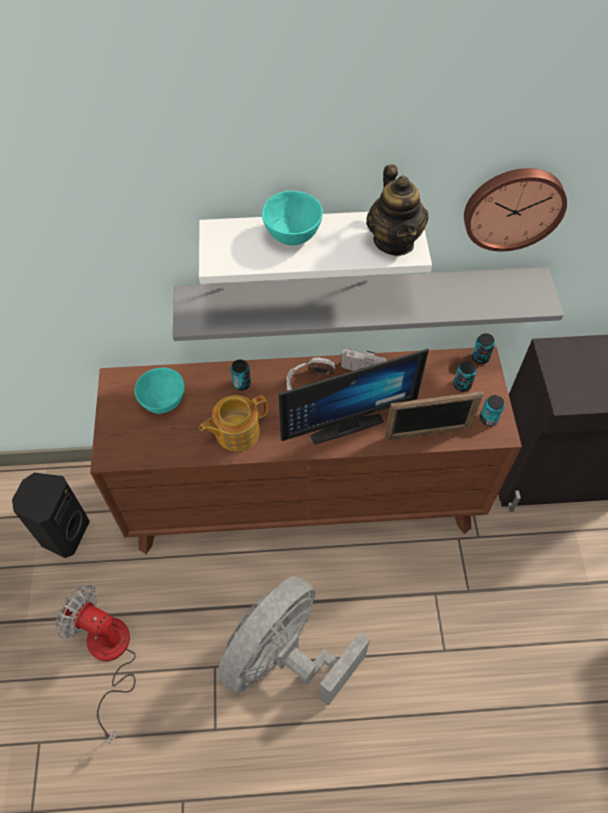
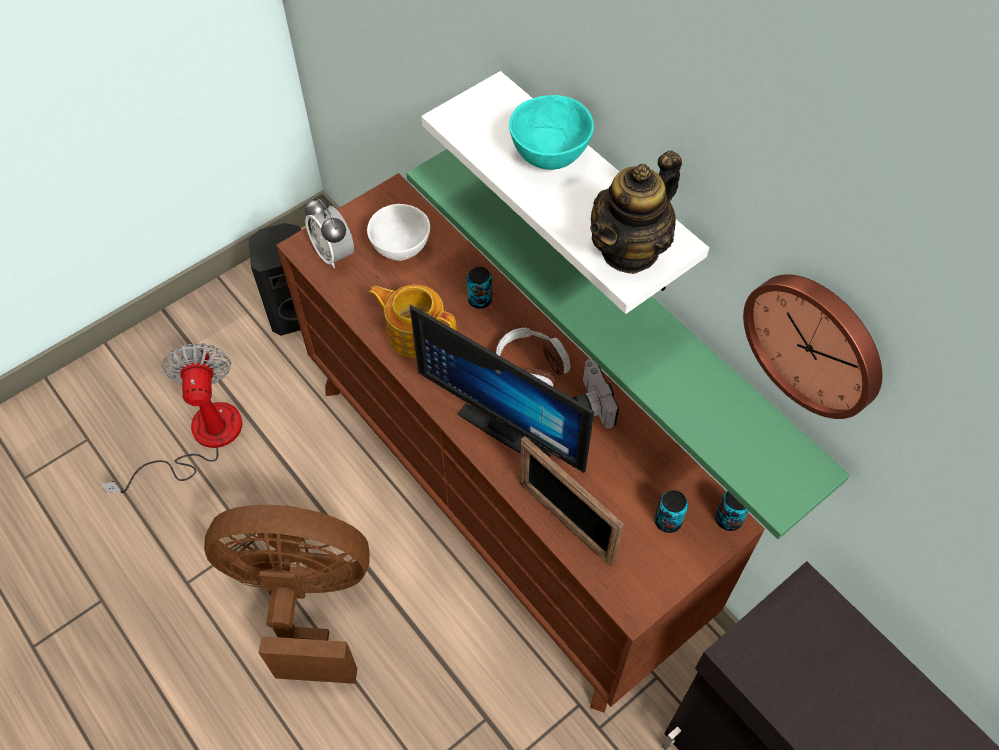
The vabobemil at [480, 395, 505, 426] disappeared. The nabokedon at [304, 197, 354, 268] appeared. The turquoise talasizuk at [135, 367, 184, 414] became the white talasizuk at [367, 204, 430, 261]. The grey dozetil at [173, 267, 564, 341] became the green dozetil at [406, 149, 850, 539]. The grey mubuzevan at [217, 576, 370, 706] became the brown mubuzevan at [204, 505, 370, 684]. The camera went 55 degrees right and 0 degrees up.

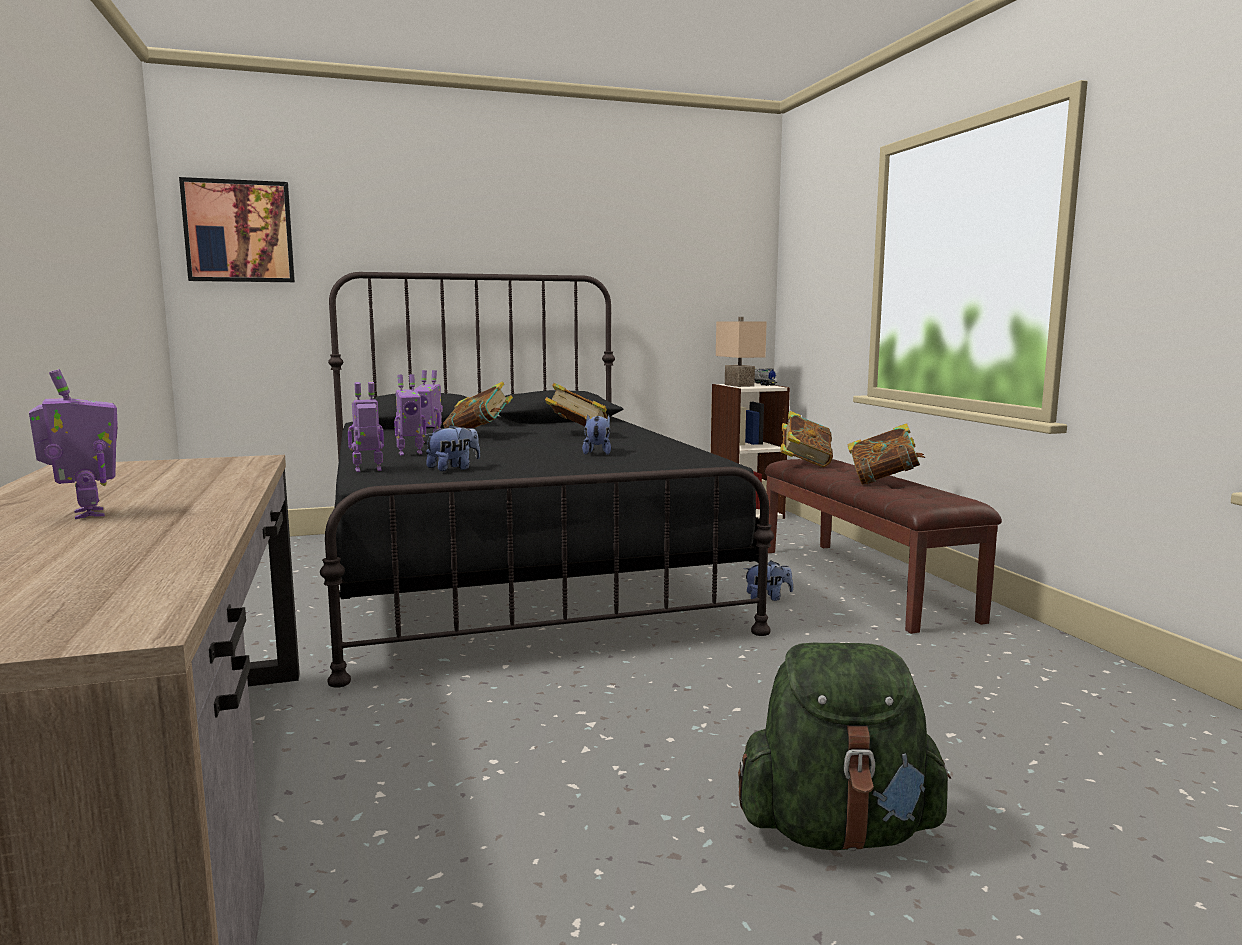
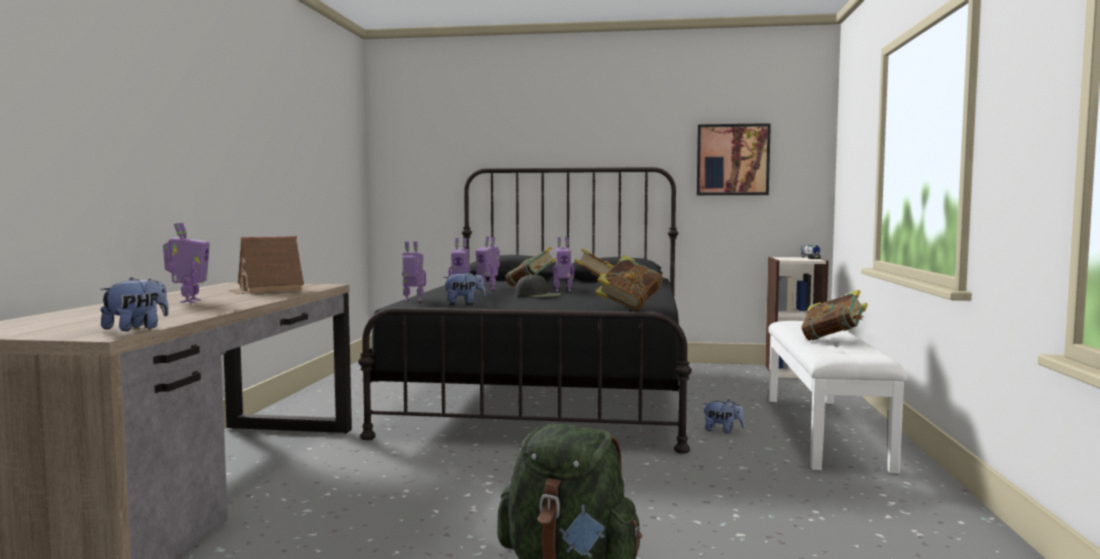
The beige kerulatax at [716, 317, 767, 387] disappeared. The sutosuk at [229, 236, 304, 294] appeared. The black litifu at [516, 274, 561, 297] appeared. The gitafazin at [553, 237, 574, 292] appeared. The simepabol moved from [179, 177, 295, 282] to [697, 123, 771, 195]. The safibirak moved from [582, 414, 611, 455] to [100, 277, 169, 331]. The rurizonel moved from [781, 411, 833, 467] to [595, 255, 663, 310]. The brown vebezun at [765, 459, 1002, 634] became the white vebezun at [768, 321, 908, 474]. The camera went 25 degrees right and 5 degrees down.

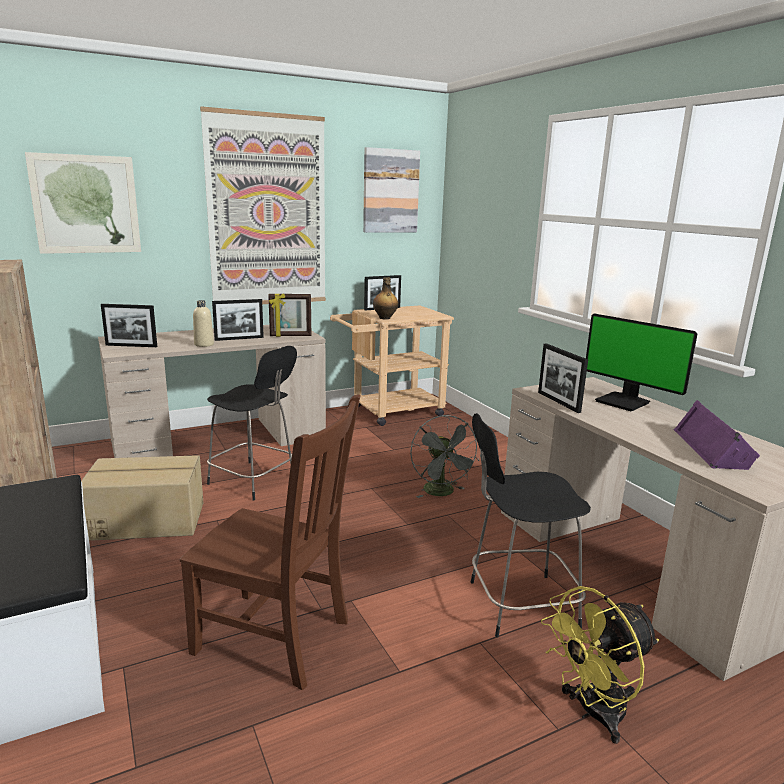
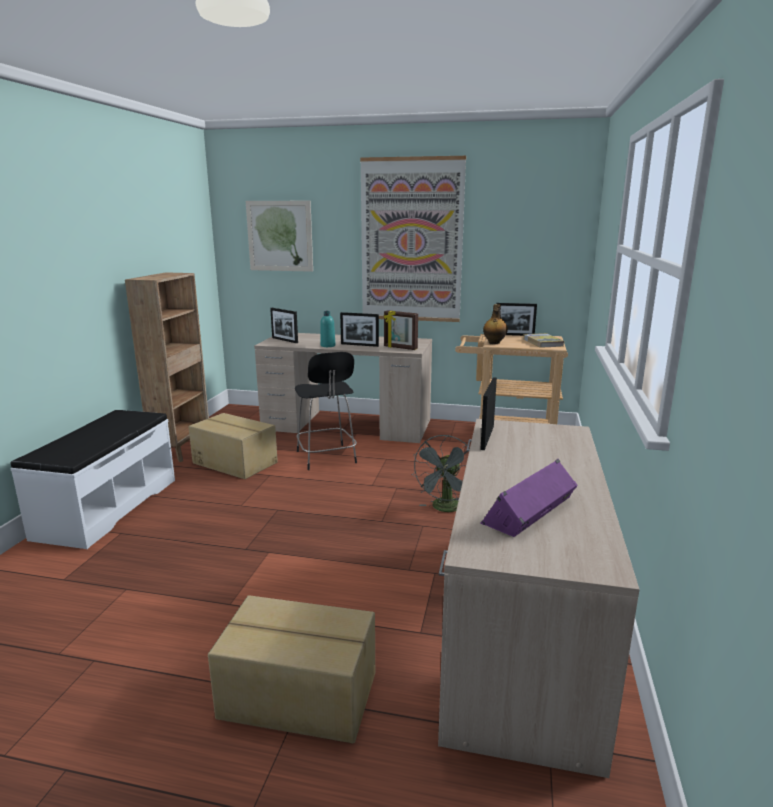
The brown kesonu at [180, 394, 361, 690] disappeared. The simepabol at [363, 147, 420, 233] disappeared. The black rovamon at [471, 413, 591, 637] disappeared. The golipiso at [586, 314, 697, 411] disappeared. The rurizonel at [523, 333, 564, 348] appeared. The yellow mubuzevan at [541, 586, 659, 744] was replaced by the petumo at [208, 595, 375, 743]. The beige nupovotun at [193, 300, 214, 347] became the turquoise nupovotun at [320, 311, 335, 347]. The camera went 40 degrees right and 0 degrees up.

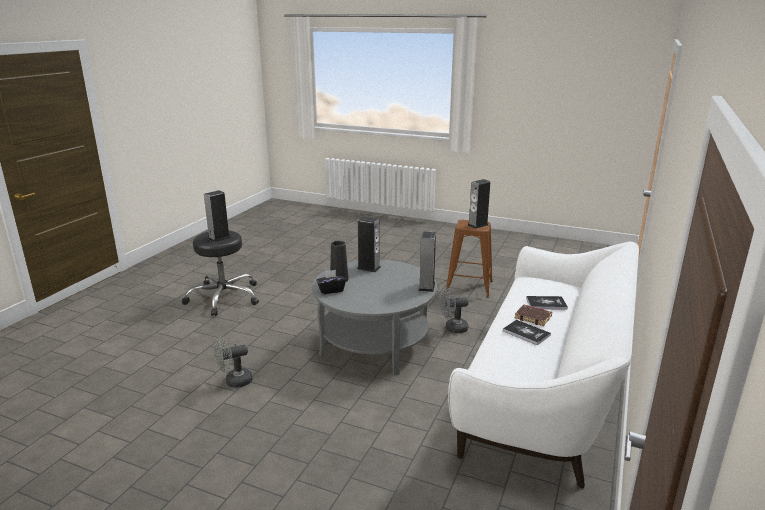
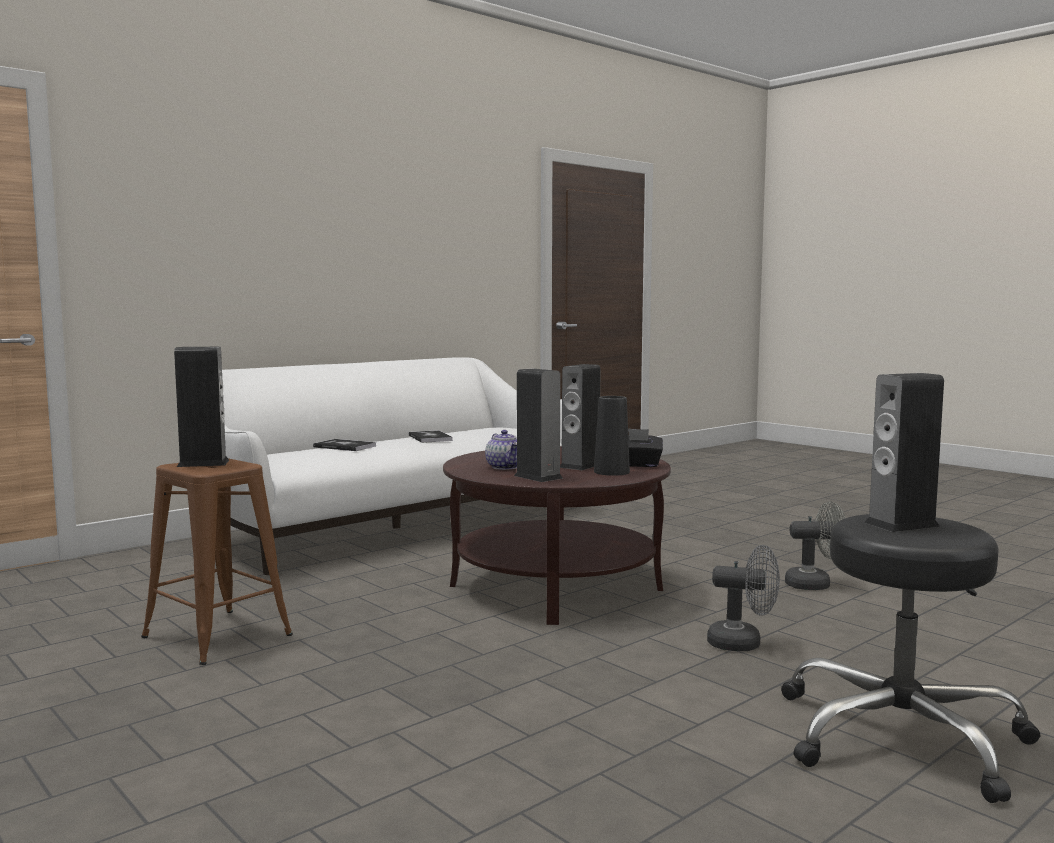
The brown rurizonel at [515, 305, 552, 326] disappeared. The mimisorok at [485, 430, 517, 470] appeared. The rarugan moved from [419, 231, 436, 292] to [560, 364, 601, 470]. The grey mubuzevan moved from [440, 288, 469, 333] to [707, 545, 780, 651]. The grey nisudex at [312, 260, 437, 376] became the brown nisudex at [443, 446, 671, 625]. The camera went 155 degrees left and 15 degrees down.

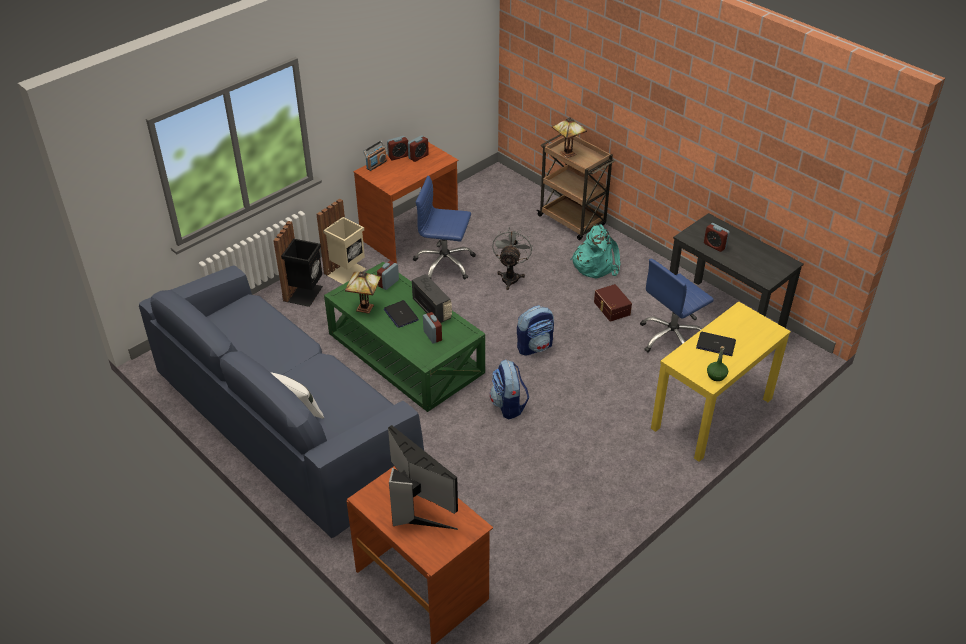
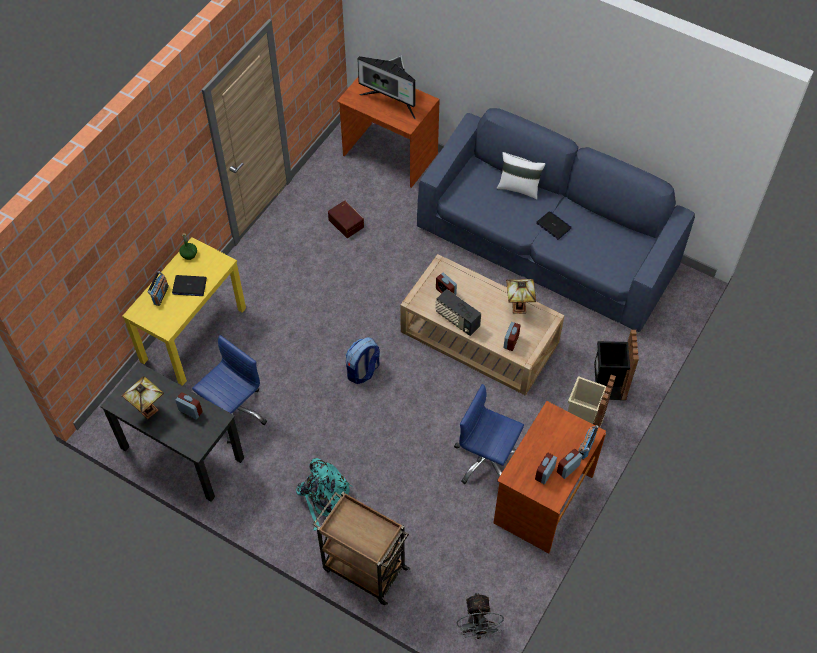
The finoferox at [490, 360, 529, 419] disappeared. The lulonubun at [148, 271, 169, 306] appeared. The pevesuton moved from [384, 300, 419, 328] to [536, 211, 572, 240]. The grey mubuzevan moved from [492, 227, 533, 290] to [456, 593, 505, 640]. The kerulatax moved from [552, 117, 587, 158] to [122, 376, 164, 419]. The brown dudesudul moved from [594, 284, 632, 322] to [328, 200, 364, 238]. The green nisudex at [324, 262, 485, 412] became the beige nisudex at [400, 254, 565, 396]. The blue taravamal at [413, 176, 476, 280] turned 150 degrees counterclockwise. The camera went 165 degrees right and 15 degrees up.

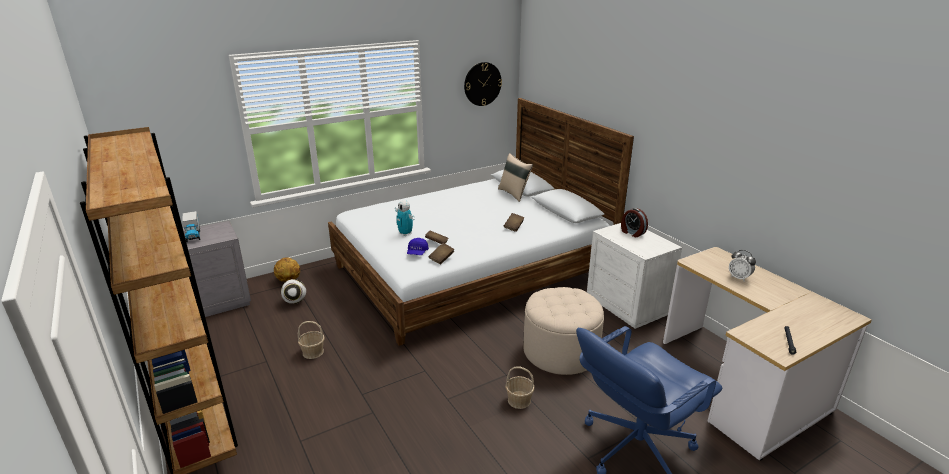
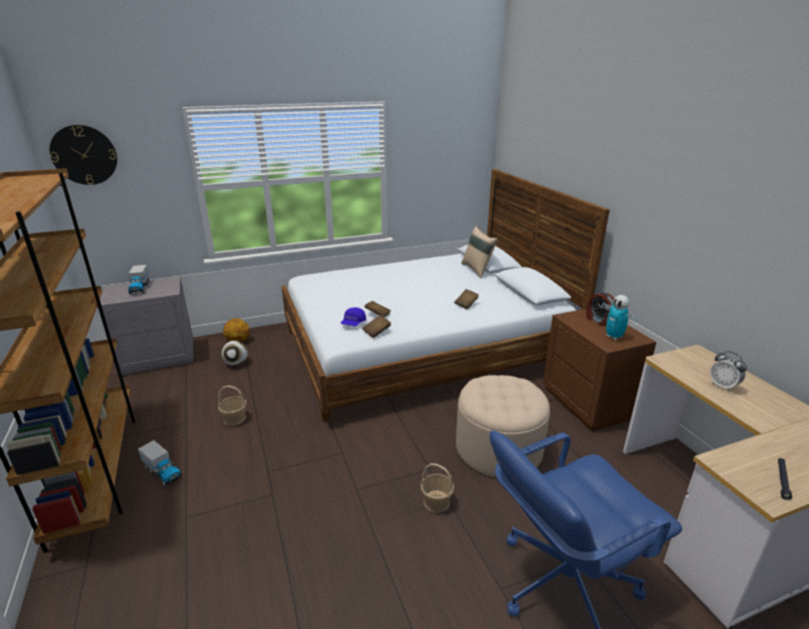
The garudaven at [138, 440, 182, 486] appeared. The gitafazin moved from [395, 200, 415, 236] to [602, 295, 638, 340]. The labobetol moved from [464, 62, 502, 106] to [50, 125, 117, 185]. The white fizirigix at [587, 223, 682, 329] became the brown fizirigix at [543, 309, 656, 431]. The camera went 10 degrees right and 0 degrees up.

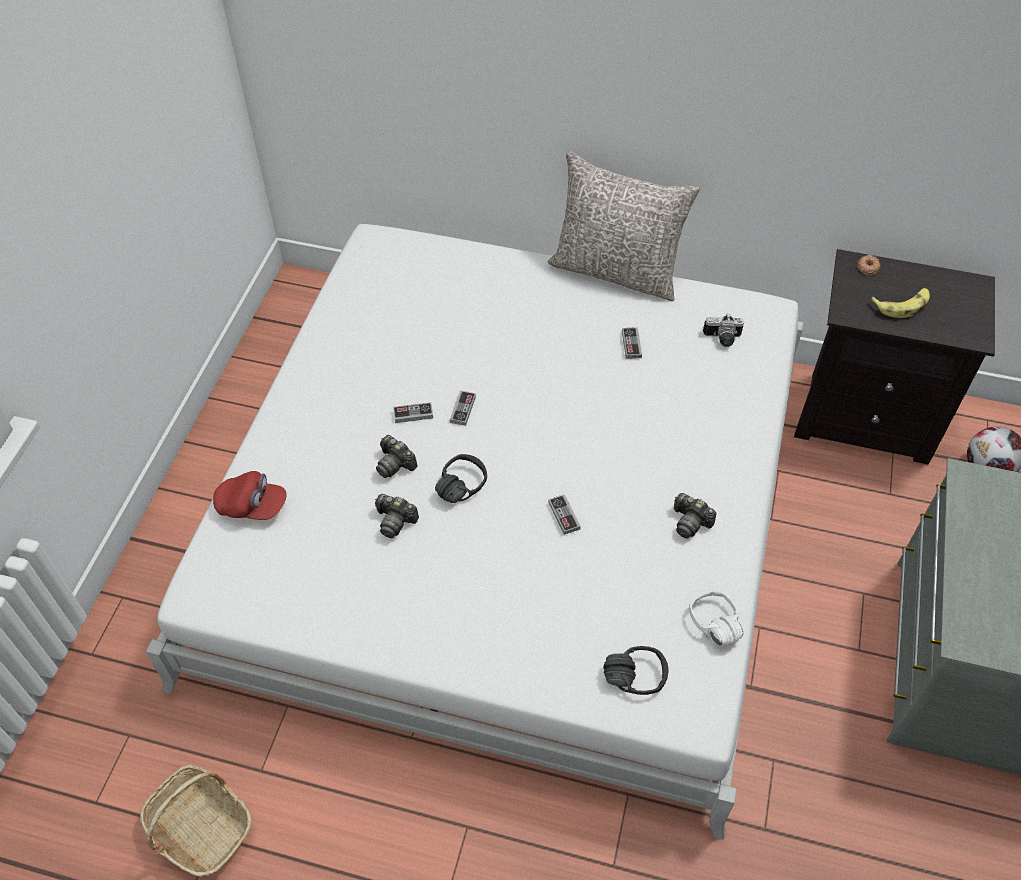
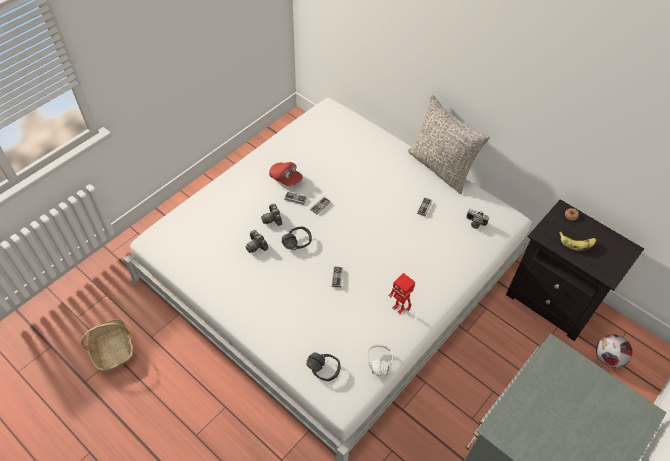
The red litifu moved from [213, 471, 287, 520] to [269, 162, 303, 186]. The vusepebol at [674, 493, 716, 538] was replaced by the gitafazin at [389, 273, 415, 314]. The camera went 25 degrees right and 0 degrees up.

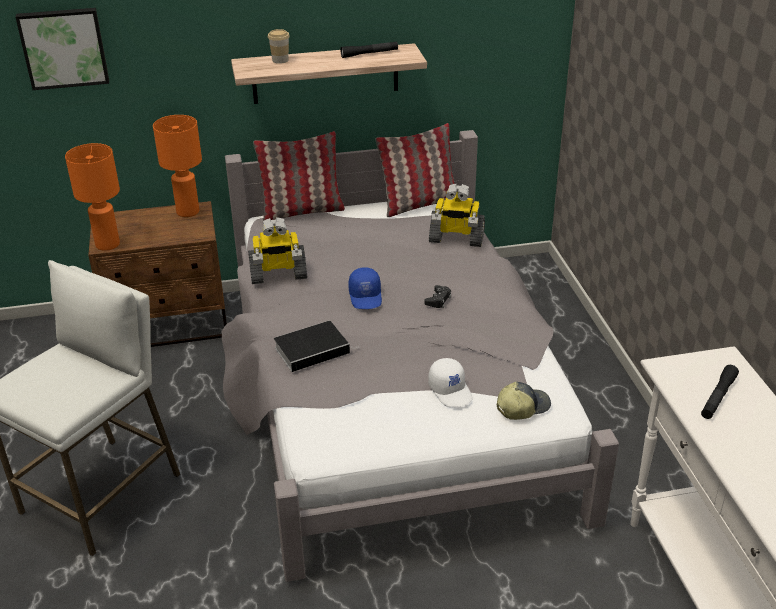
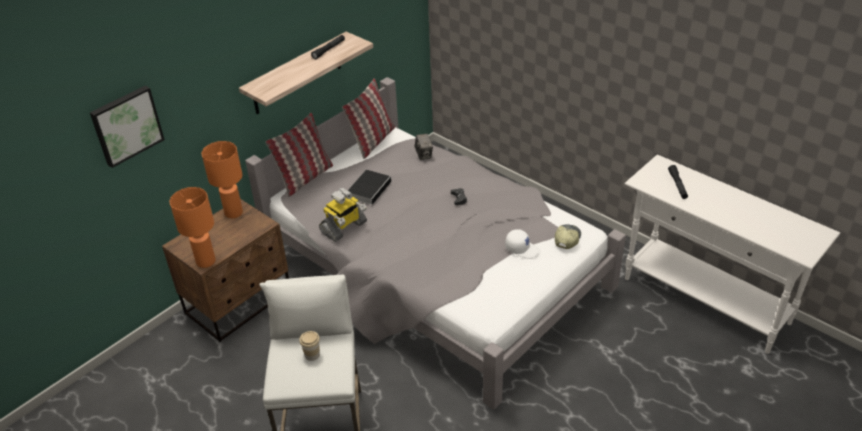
The blue litifu at [348, 267, 382, 309] disappeared. The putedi moved from [268, 29, 290, 64] to [299, 331, 320, 361]. The rurizonel moved from [274, 321, 359, 372] to [347, 170, 393, 205]. The gitafazin at [429, 184, 485, 247] was replaced by the vusepebol at [414, 134, 433, 160]. The camera went 35 degrees left and 5 degrees up.

